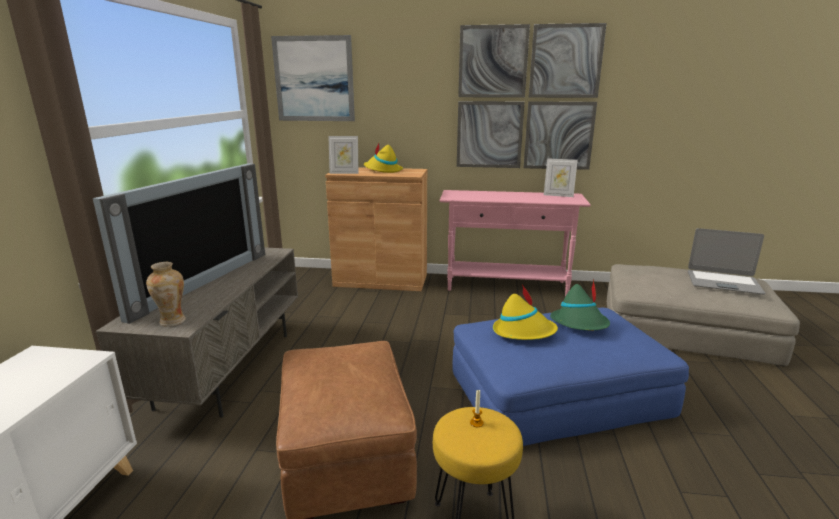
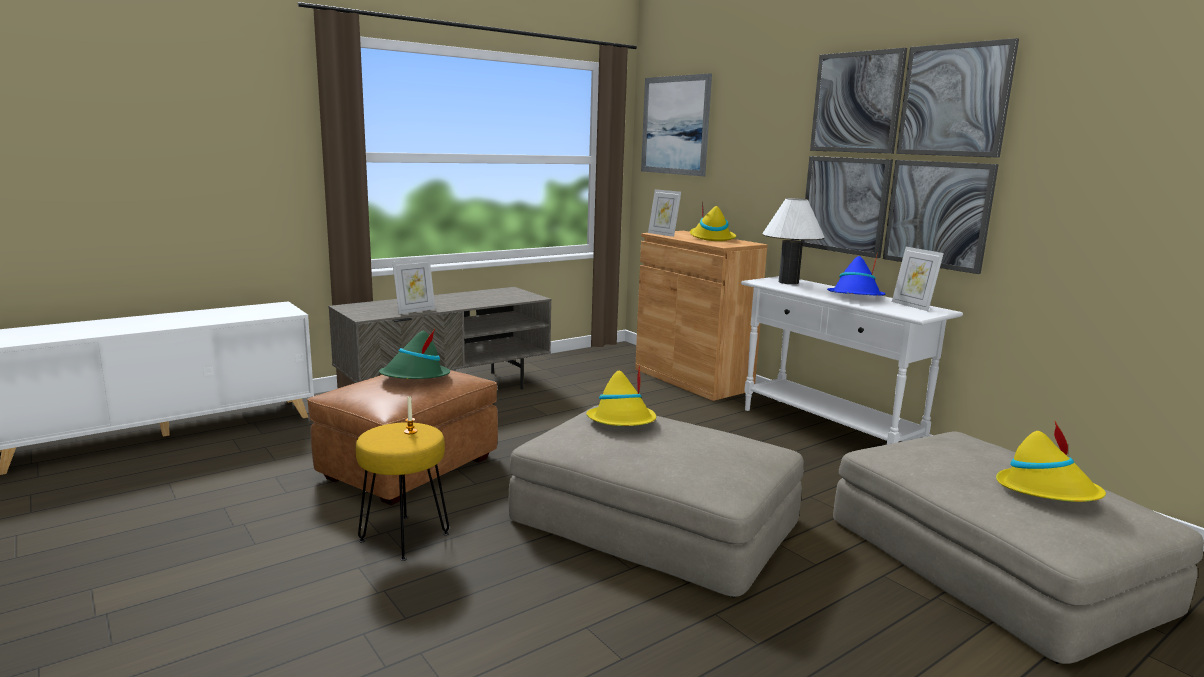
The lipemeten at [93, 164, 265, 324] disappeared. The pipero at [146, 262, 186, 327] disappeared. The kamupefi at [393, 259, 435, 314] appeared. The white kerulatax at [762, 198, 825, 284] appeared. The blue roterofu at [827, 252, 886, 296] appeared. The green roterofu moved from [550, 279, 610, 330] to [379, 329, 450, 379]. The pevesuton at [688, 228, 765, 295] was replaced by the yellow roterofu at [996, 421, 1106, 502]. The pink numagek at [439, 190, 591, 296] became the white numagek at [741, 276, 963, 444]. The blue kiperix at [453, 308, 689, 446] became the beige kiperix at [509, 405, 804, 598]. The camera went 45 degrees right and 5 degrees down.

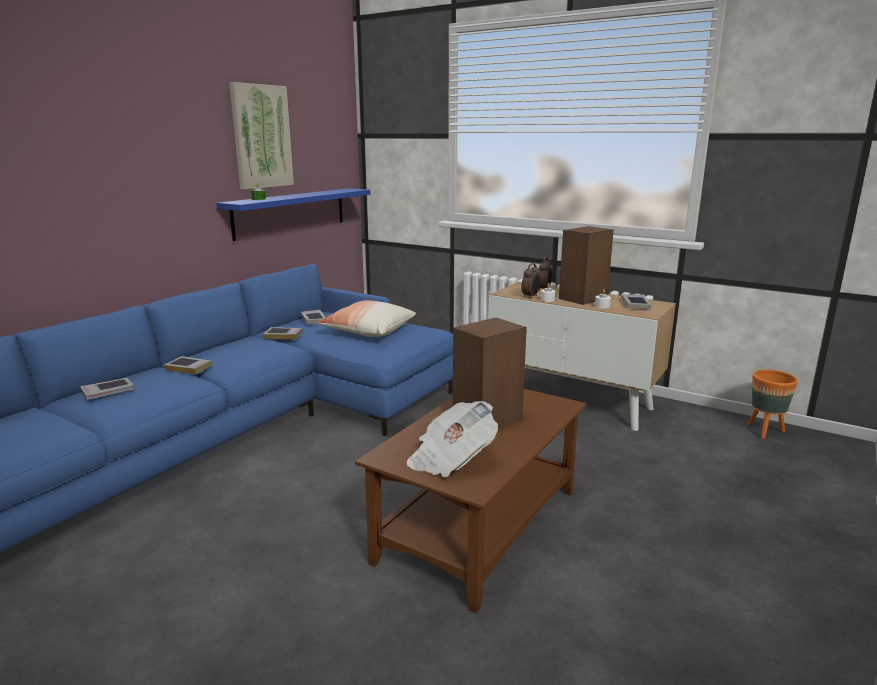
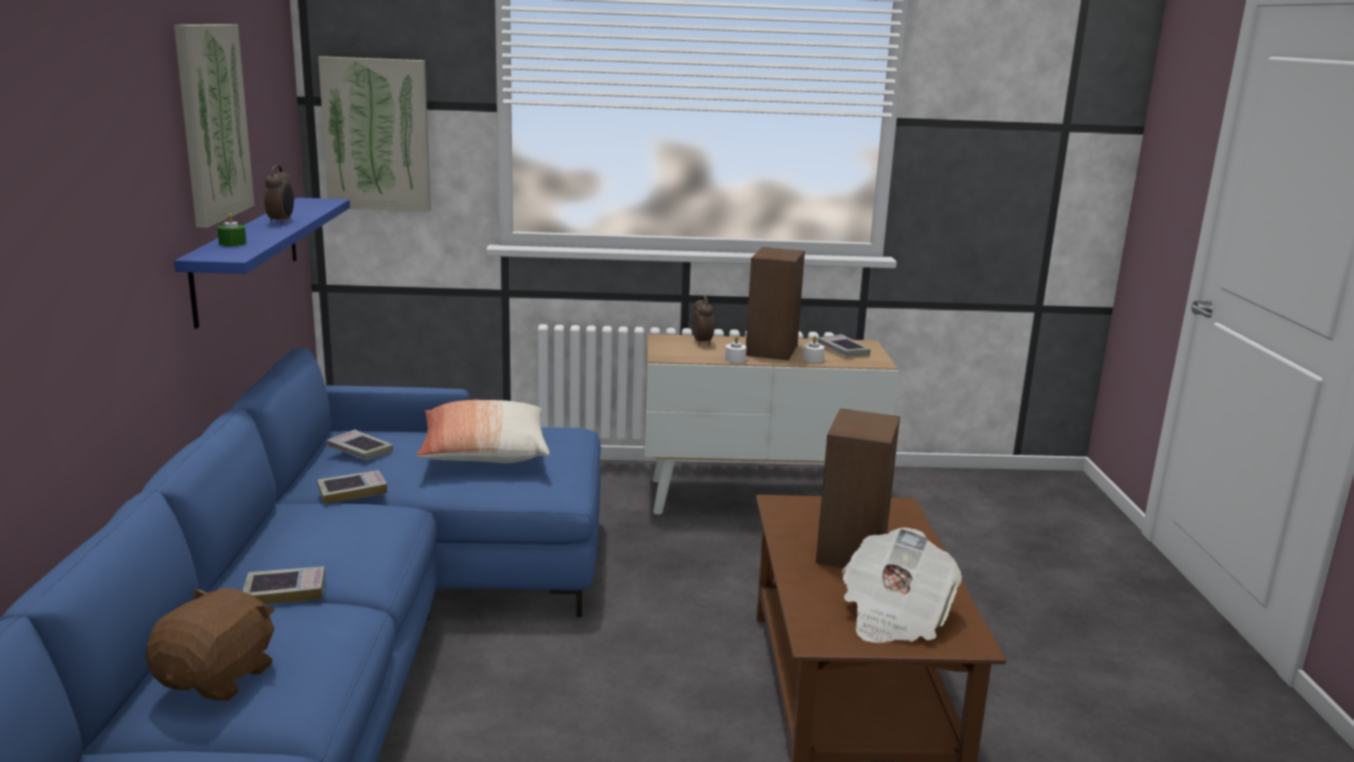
The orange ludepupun at [748, 369, 798, 439] disappeared. The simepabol at [318, 56, 431, 211] appeared. The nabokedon moved from [521, 263, 540, 299] to [264, 165, 294, 224]. The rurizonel at [80, 378, 134, 400] was replaced by the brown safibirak at [145, 588, 275, 701]. The camera went 35 degrees left and 0 degrees up.

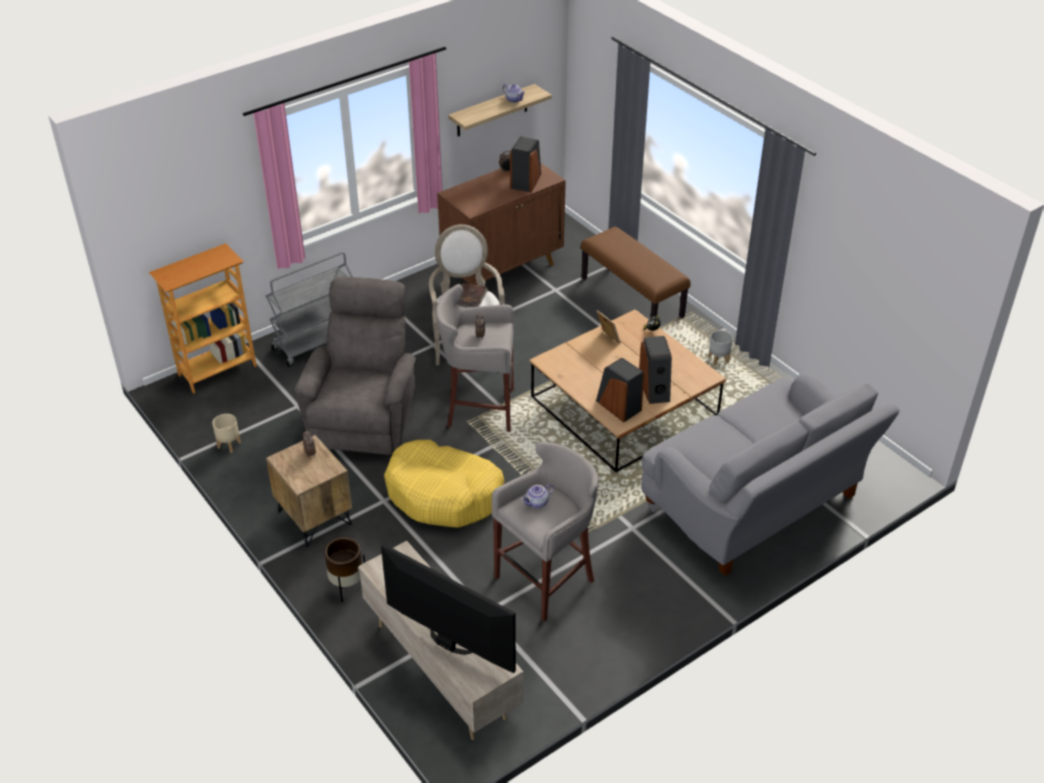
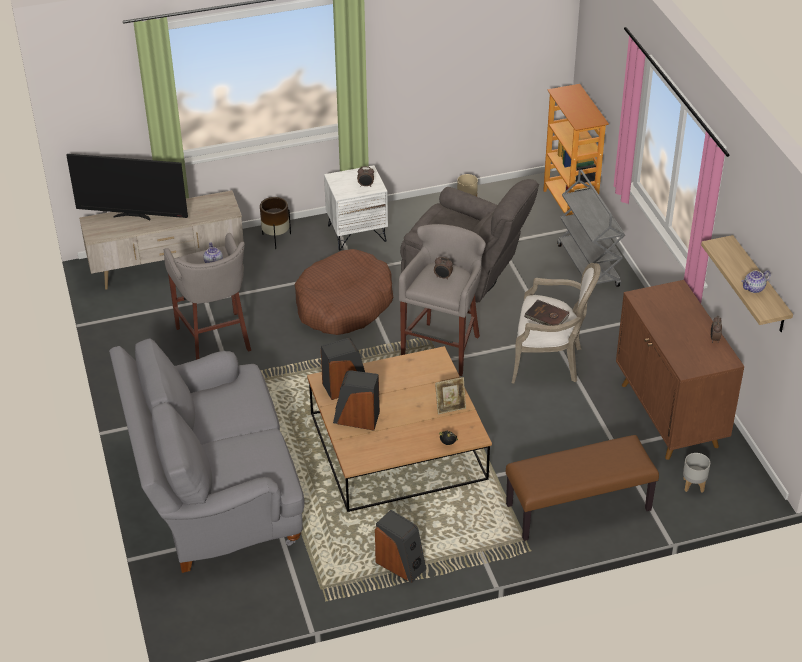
The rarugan moved from [510, 137, 541, 193] to [375, 510, 426, 583]. The grey ludepupun moved from [708, 330, 733, 366] to [683, 453, 710, 493]. The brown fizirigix at [266, 435, 352, 547] became the white fizirigix at [324, 165, 388, 250]. The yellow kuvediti at [384, 440, 505, 528] became the brown kuvediti at [295, 249, 393, 335]. The lipemeten at [381, 544, 516, 673] turned 45 degrees clockwise. The camera went 110 degrees right and 0 degrees up.

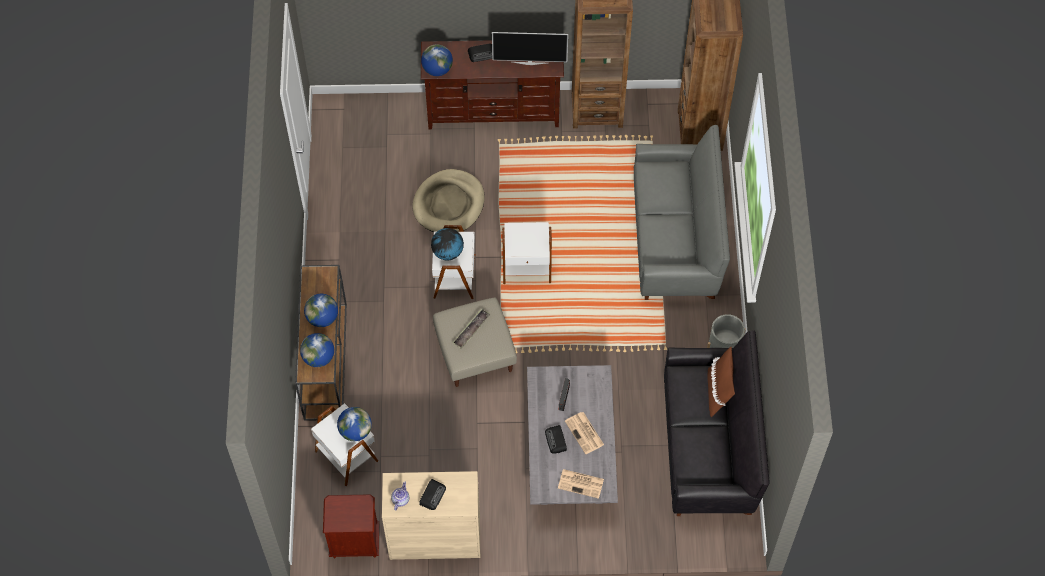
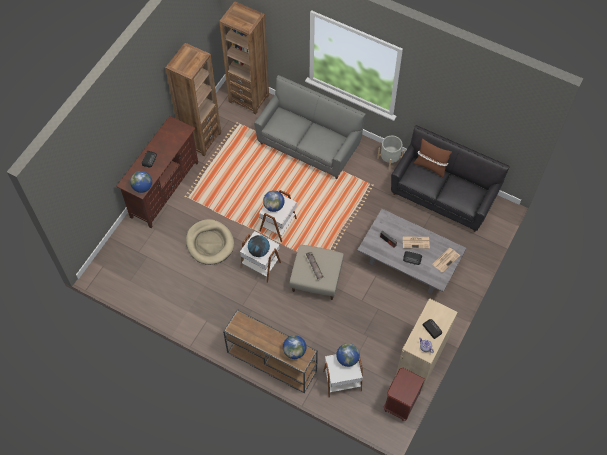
The lipemeten at [492, 32, 568, 65] disappeared. The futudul moved from [304, 294, 338, 327] to [263, 190, 284, 212]. The camera went 60 degrees left and 0 degrees up.

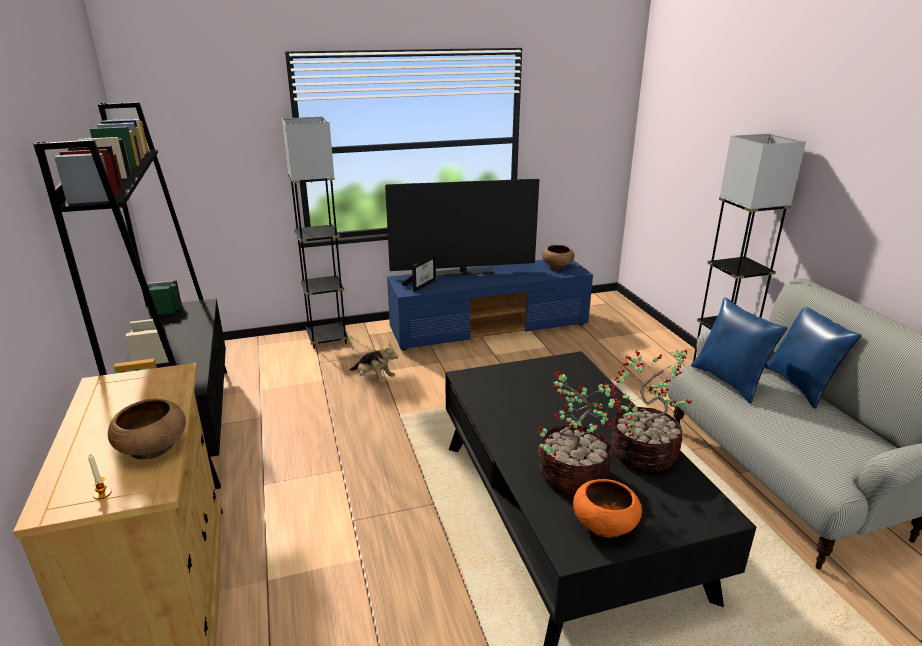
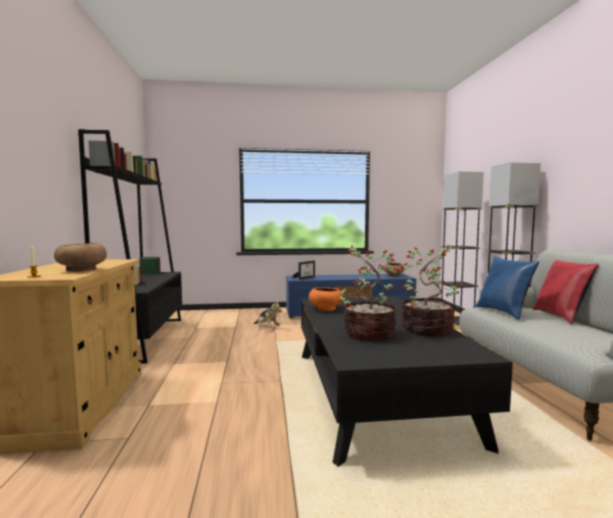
The lipemeten at [385, 179, 539, 276] disappeared. The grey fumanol moved from [281, 116, 349, 349] to [441, 172, 484, 329]. The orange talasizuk moved from [573, 479, 642, 538] to [309, 287, 343, 311]. The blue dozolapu at [765, 307, 862, 409] became the red dozolapu at [533, 260, 599, 324]. The camera went 10 degrees right and 20 degrees down.

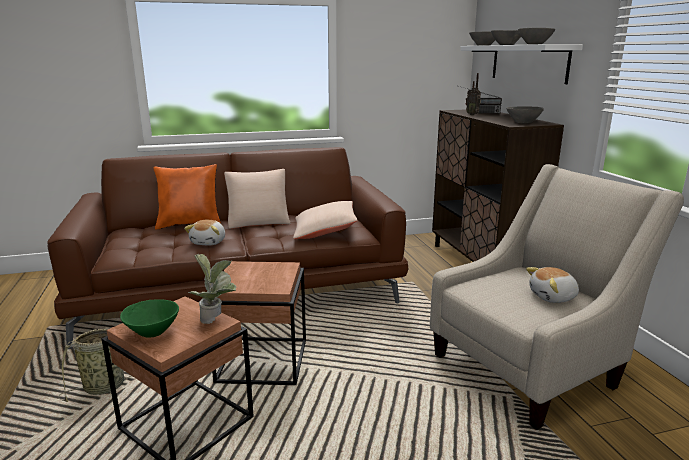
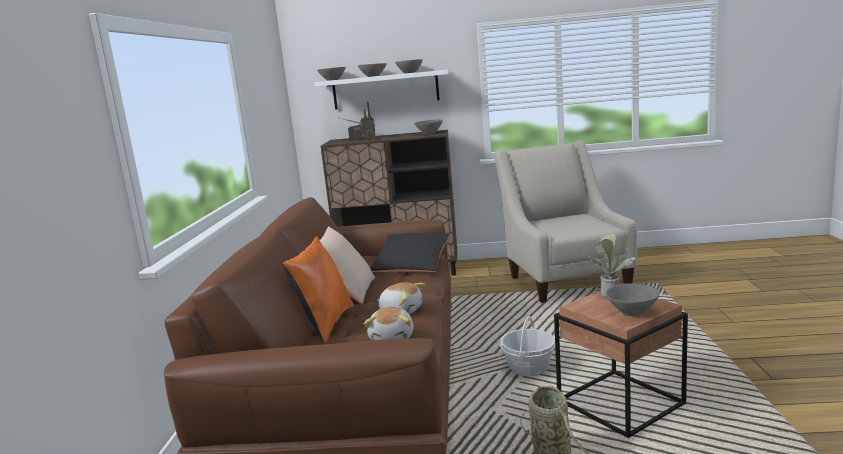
The safibirak moved from [526, 267, 579, 303] to [364, 307, 414, 341]. The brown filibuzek at [212, 261, 306, 385] was replaced by the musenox at [500, 316, 555, 377]. The green talasizuk at [120, 299, 179, 338] became the grey talasizuk at [606, 283, 659, 316]. The beige dozolapu at [293, 201, 358, 239] became the black dozolapu at [370, 233, 449, 272]. The camera went 70 degrees left and 5 degrees down.

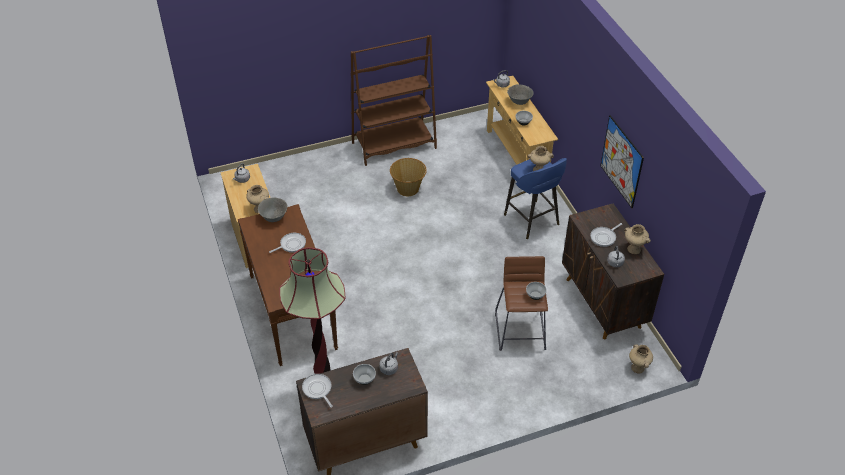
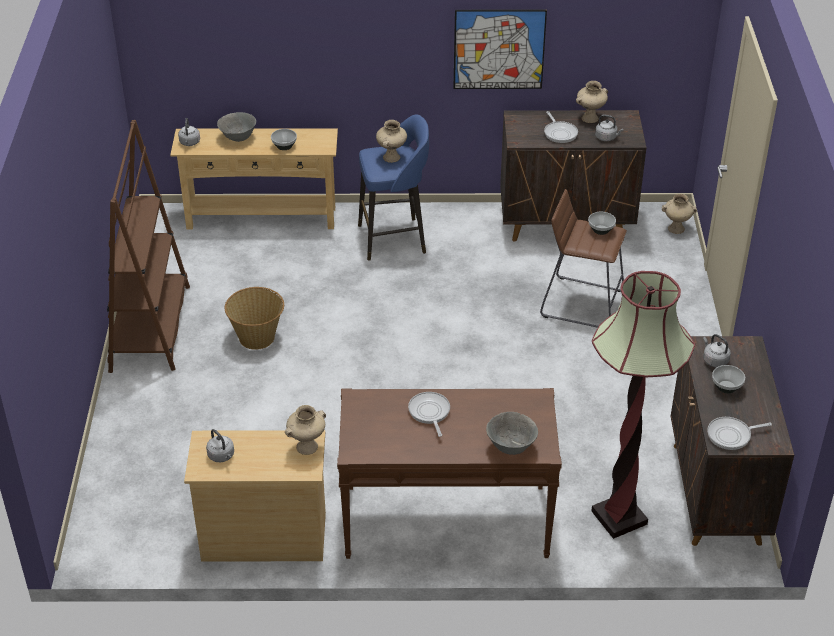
The grey talasizuk moved from [258, 197, 288, 222] to [486, 412, 538, 455]. The camera went 70 degrees left and 5 degrees down.

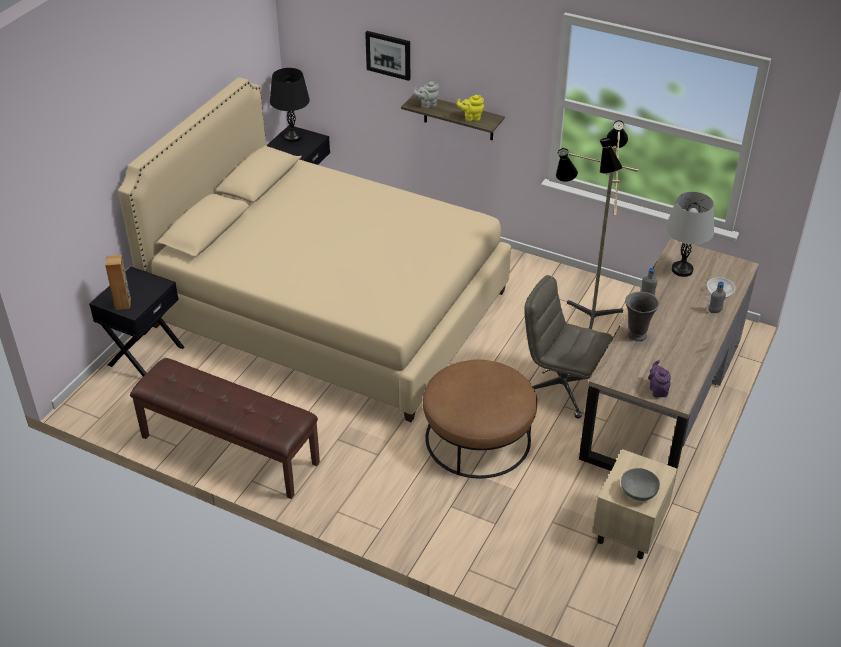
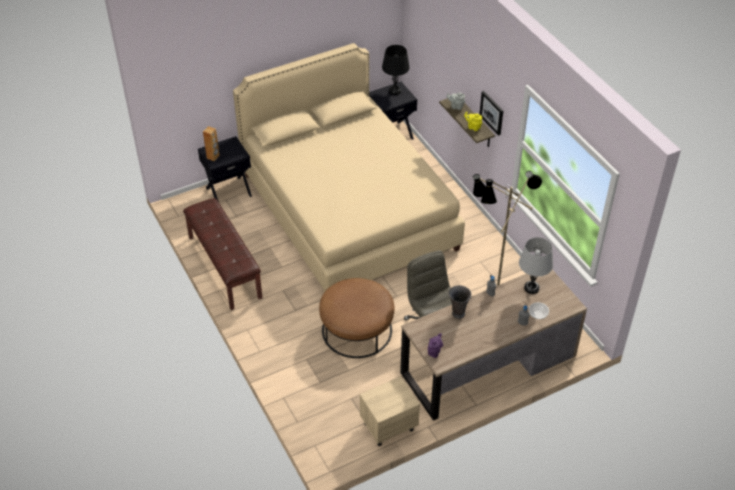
The grey talasizuk at [621, 468, 660, 501] disappeared. The simepabol moved from [365, 31, 410, 81] to [480, 91, 503, 136]. The camera went 35 degrees right and 5 degrees up.

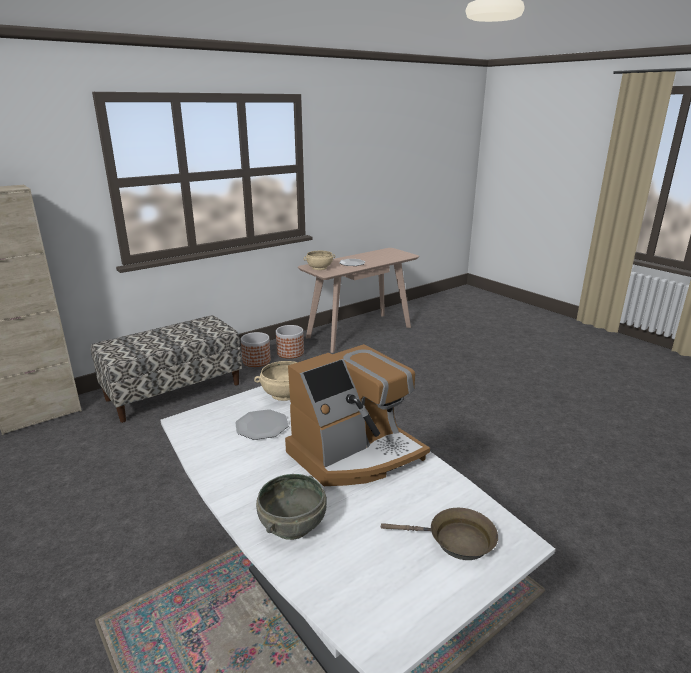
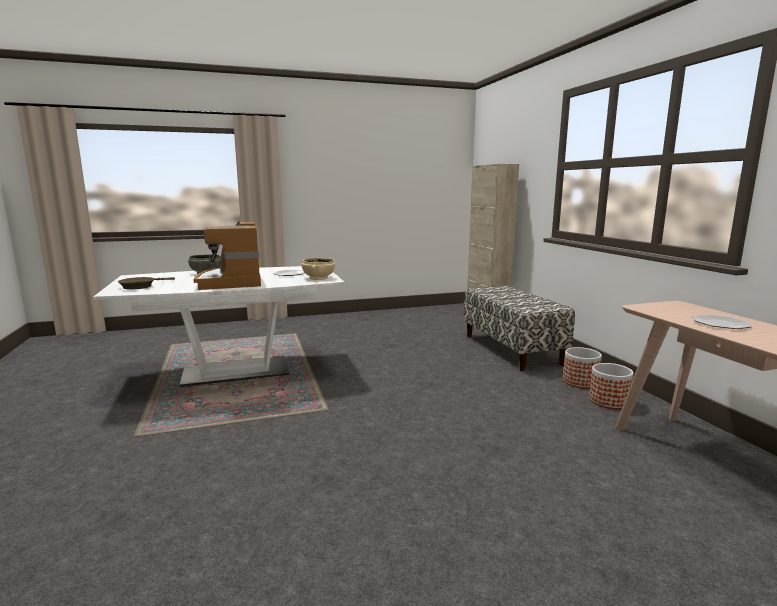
The beige talasizuk at [304, 251, 335, 270] disappeared. The camera went 110 degrees right and 10 degrees down.

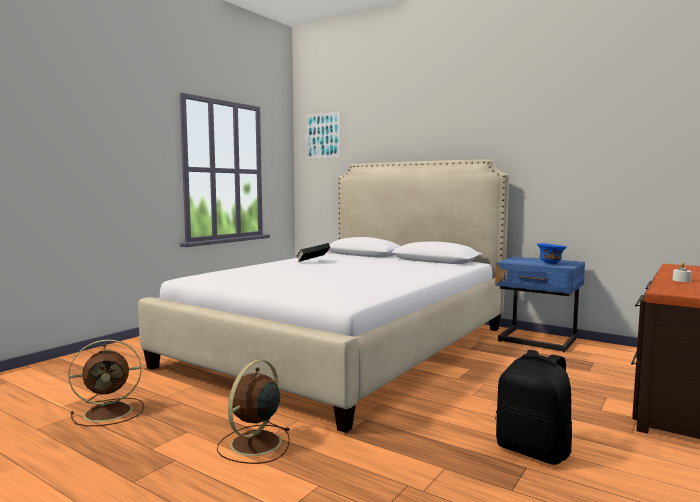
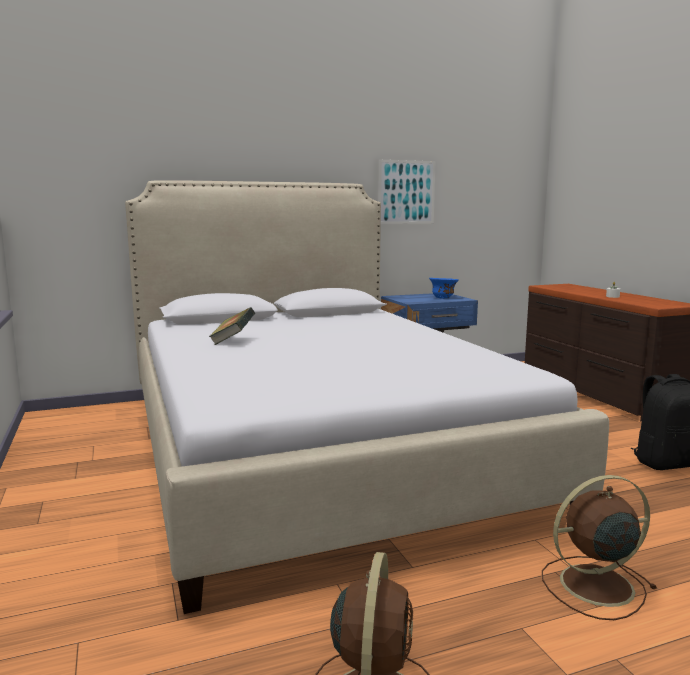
The simepabol moved from [305, 112, 341, 159] to [378, 160, 436, 224]. The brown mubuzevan at [217, 360, 290, 464] turned 105 degrees clockwise. The camera went 55 degrees left and 5 degrees up.

